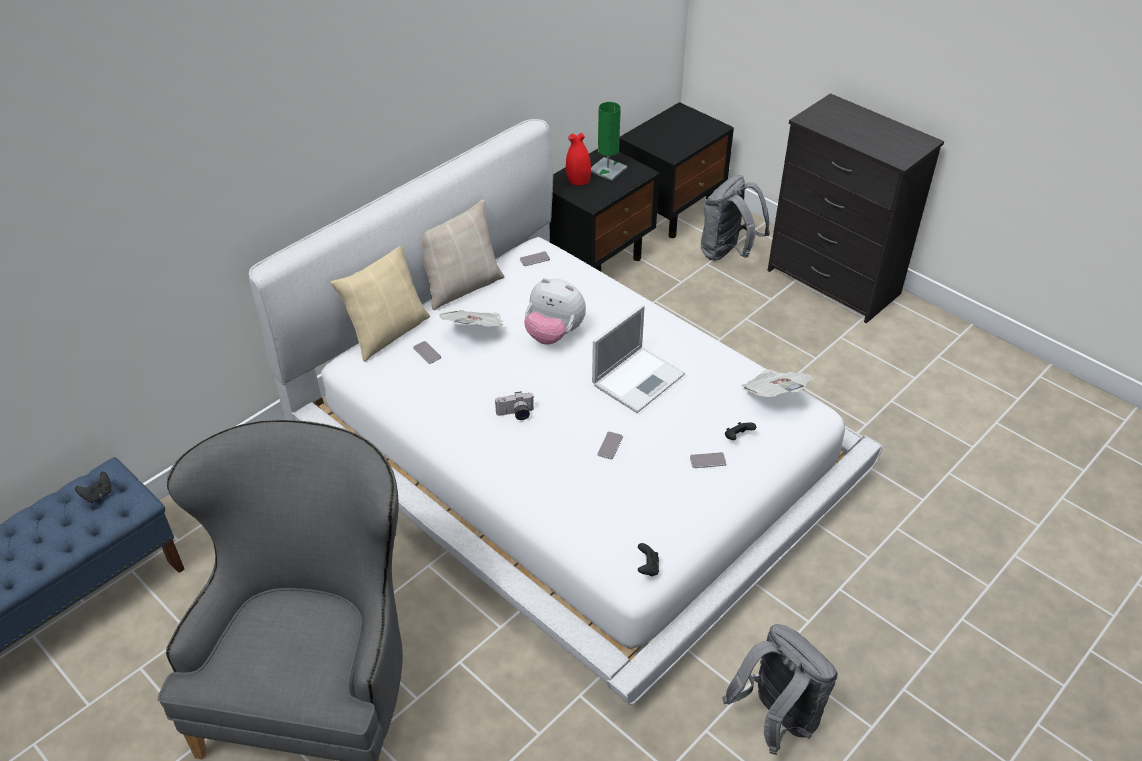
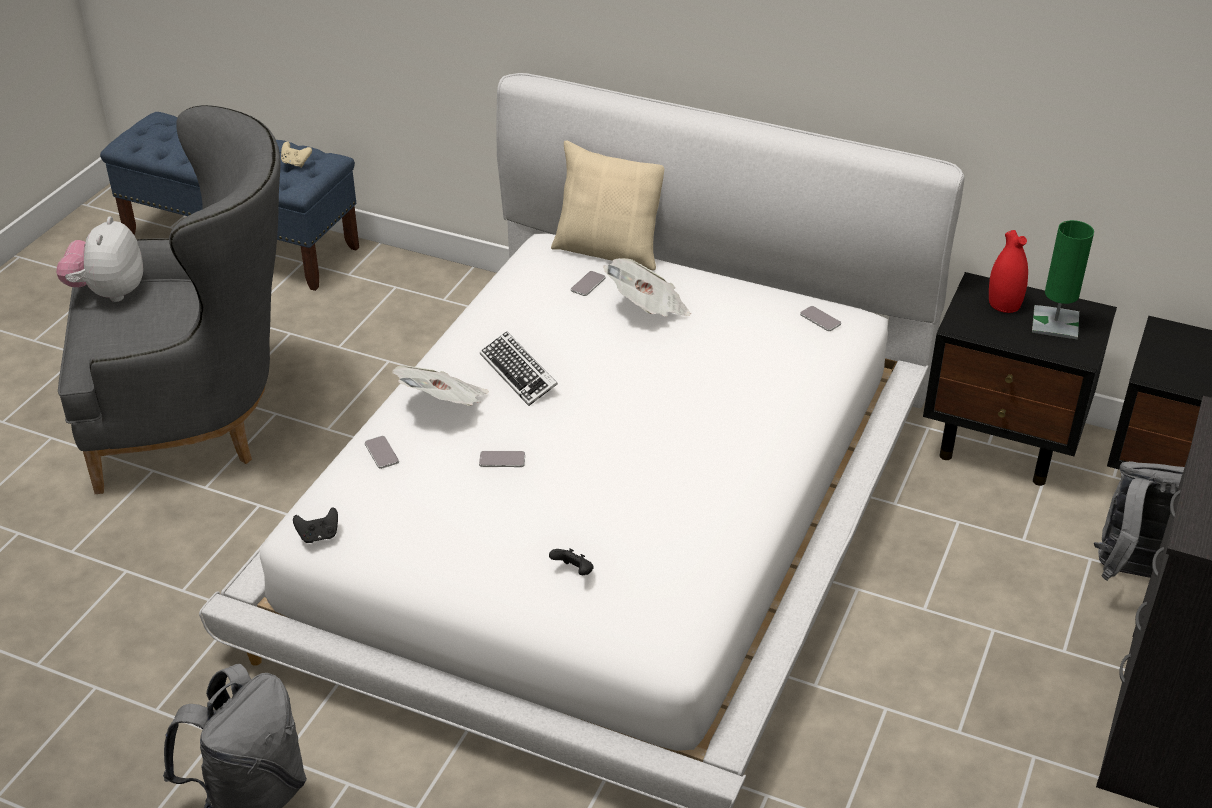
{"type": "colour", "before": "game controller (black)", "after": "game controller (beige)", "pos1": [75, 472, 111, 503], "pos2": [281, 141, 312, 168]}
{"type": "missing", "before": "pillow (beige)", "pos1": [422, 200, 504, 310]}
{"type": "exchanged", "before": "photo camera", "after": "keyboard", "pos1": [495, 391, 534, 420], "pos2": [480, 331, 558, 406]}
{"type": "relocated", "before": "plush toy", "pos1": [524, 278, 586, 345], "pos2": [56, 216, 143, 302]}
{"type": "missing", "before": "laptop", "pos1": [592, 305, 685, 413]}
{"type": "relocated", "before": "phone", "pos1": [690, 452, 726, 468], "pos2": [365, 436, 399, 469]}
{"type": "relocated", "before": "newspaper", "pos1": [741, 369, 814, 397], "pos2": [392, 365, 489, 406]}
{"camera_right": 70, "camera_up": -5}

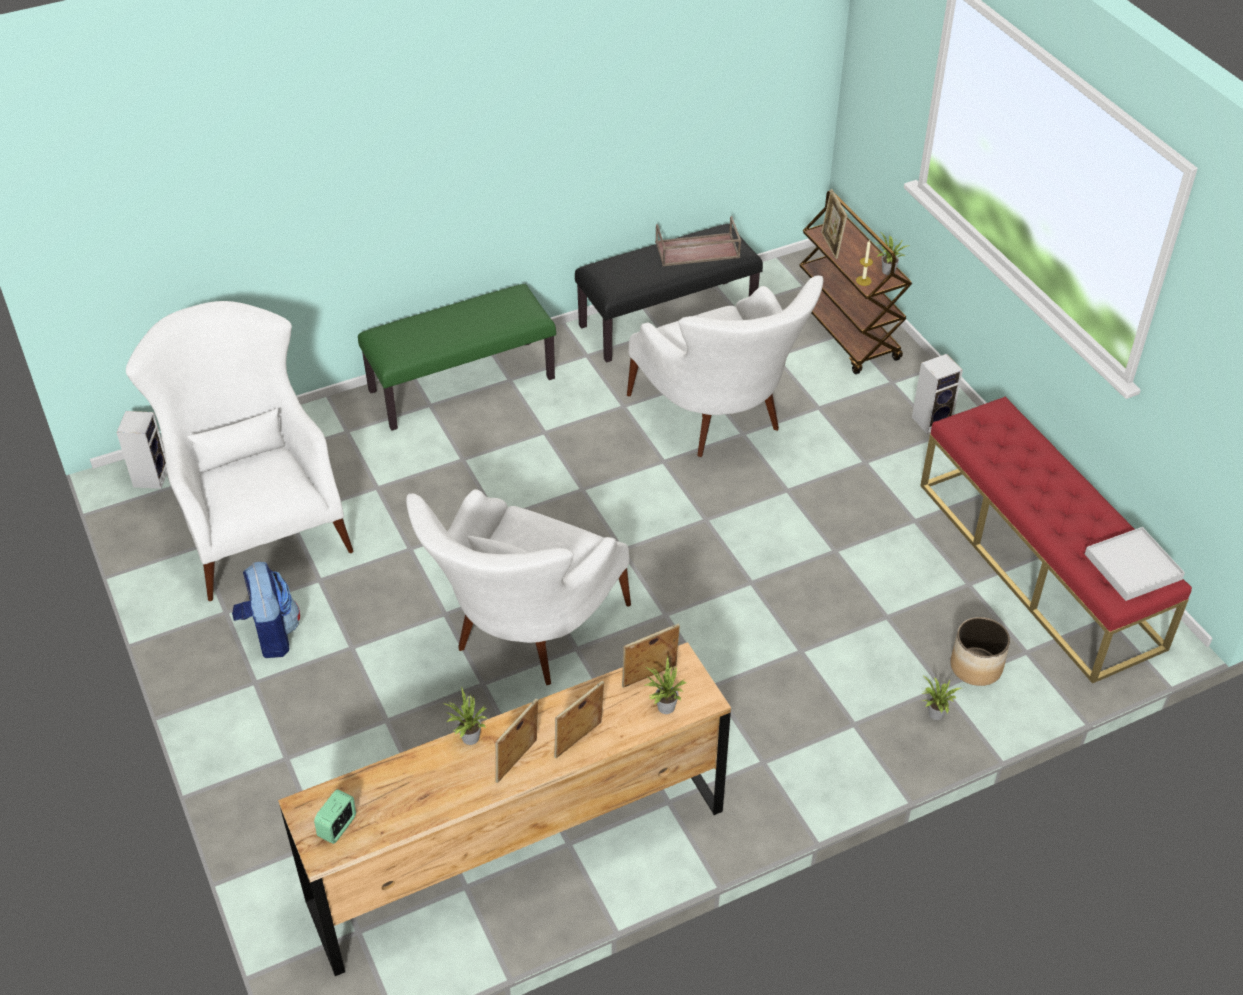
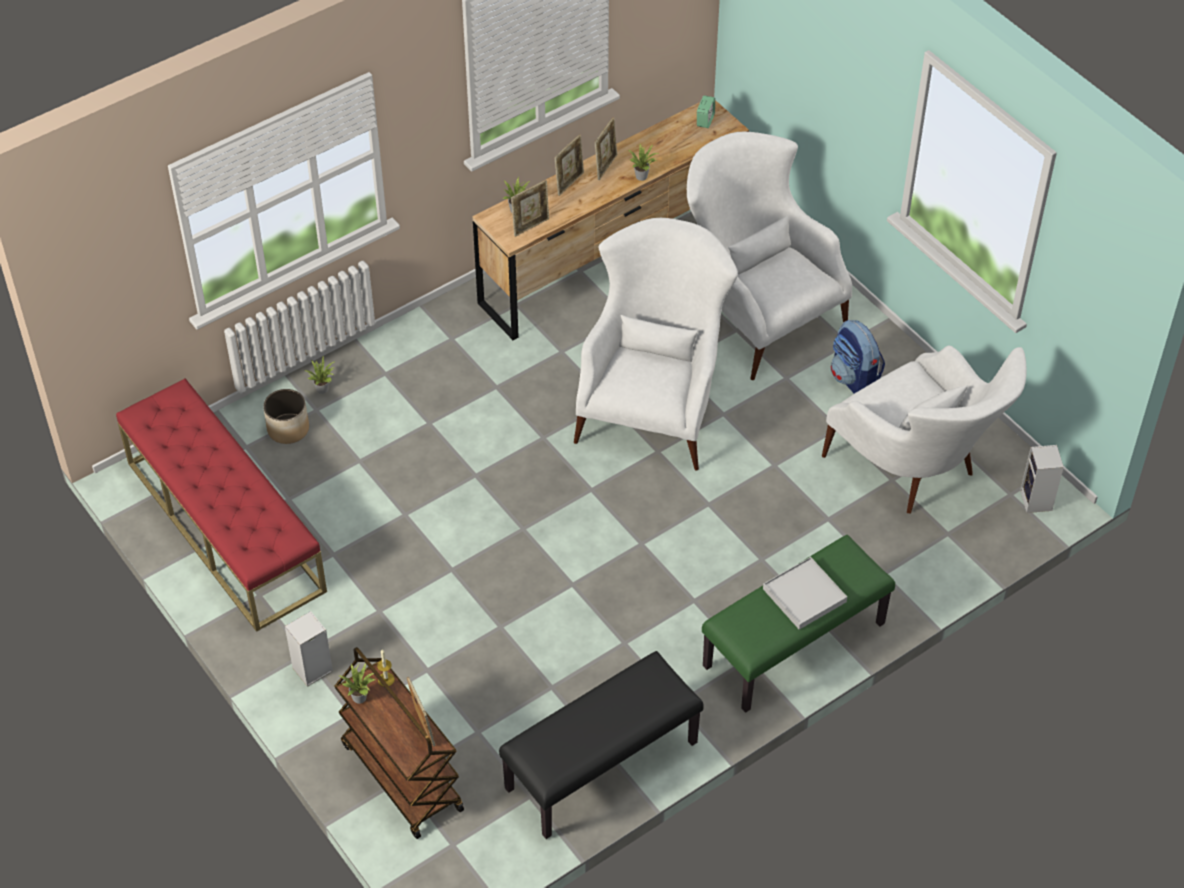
{"type": "relocated", "before": "armchair (white)", "pos1": [627, 275, 823, 457], "pos2": [687, 131, 852, 380]}
{"type": "missing", "before": "tray (brown)", "pos1": [655, 216, 741, 266]}
{"type": "relocated", "before": "tray (white)", "pos1": [1085, 527, 1185, 601], "pos2": [763, 557, 847, 630]}
{"camera_right": 170, "camera_up": 5}

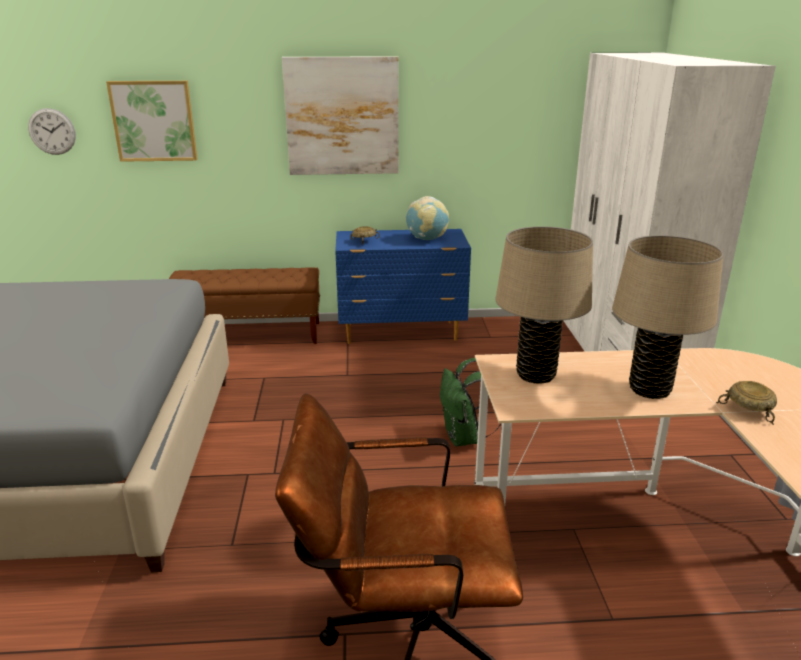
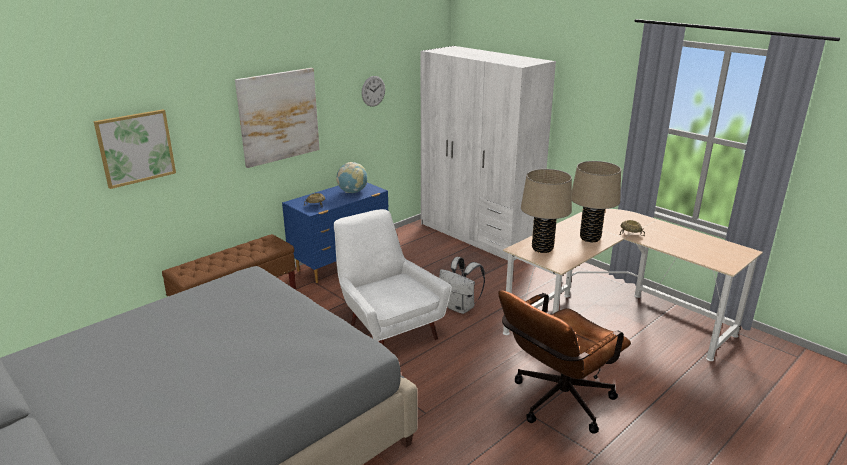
{"type": "relocated", "before": "wall clock", "pos1": [28, 108, 76, 155], "pos2": [362, 76, 385, 107]}
{"type": "colour", "before": "backpack (green)", "after": "backpack (white)", "pos1": [440, 358, 502, 447], "pos2": [439, 257, 485, 314]}
{"type": "appeared", "after": "armchair (white)", "pos2": [334, 209, 452, 345]}
{"camera_right": -40, "camera_up": 0}

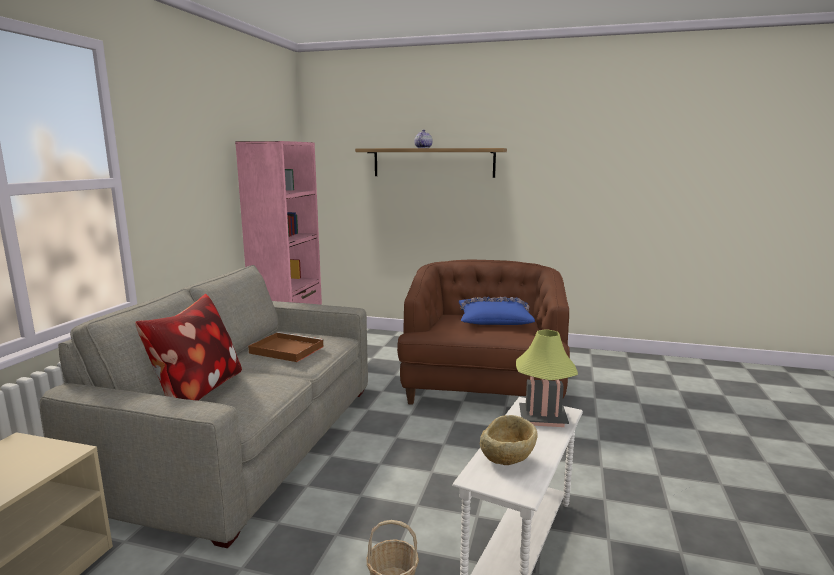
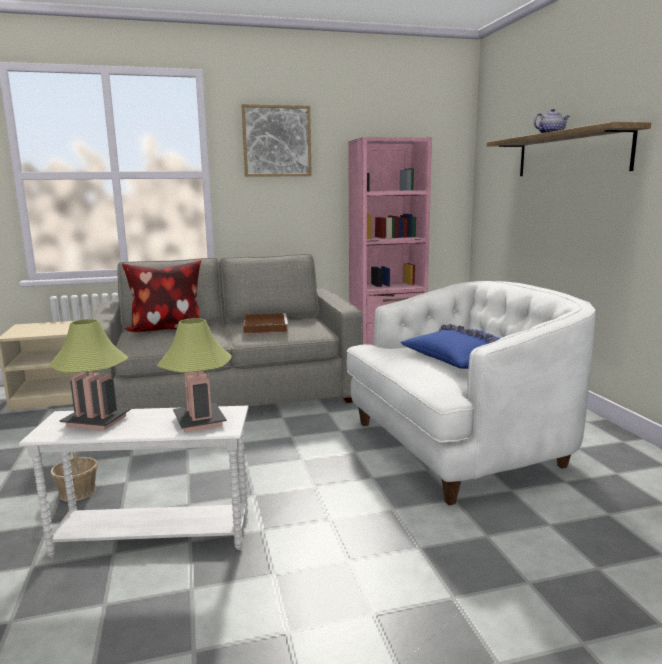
{"type": "colour", "before": "armchair (brown)", "after": "armchair (white)", "pos1": [397, 260, 570, 405], "pos2": [347, 281, 596, 505]}
{"type": "exchanged", "before": "bowl (beige)", "after": "table lamp", "pos1": [480, 415, 538, 465], "pos2": [49, 319, 131, 430]}
{"type": "appeared", "after": "picture", "pos2": [241, 104, 312, 177]}
{"camera_right": 60, "camera_up": 0}

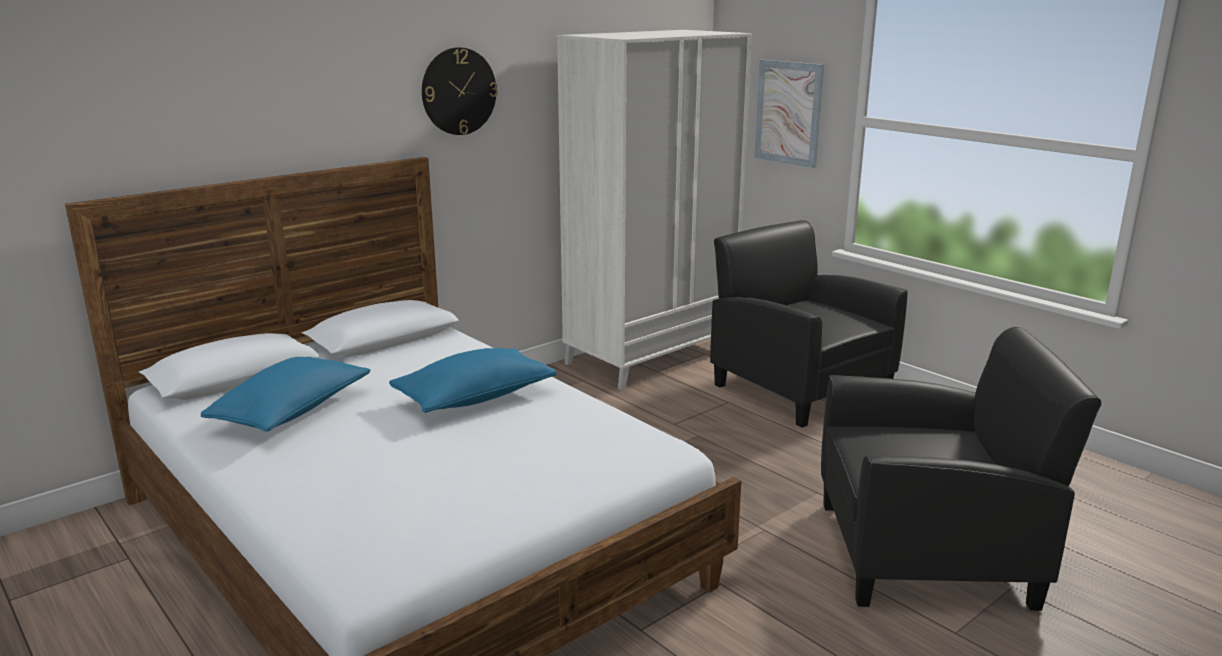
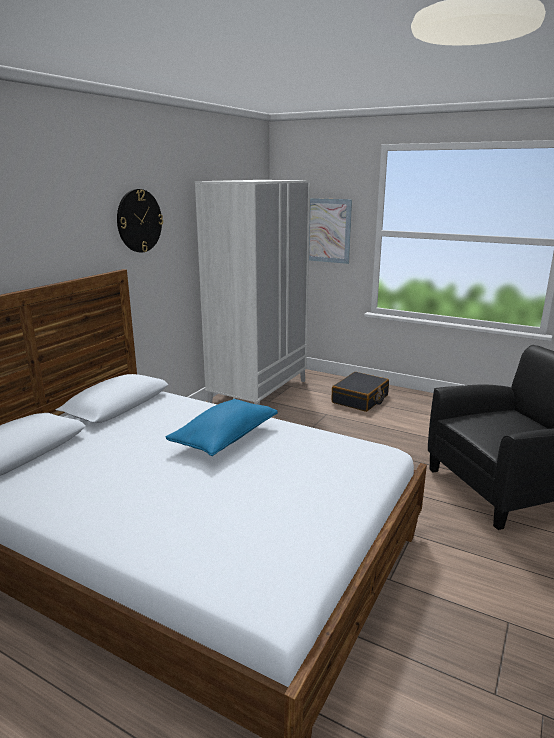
{"type": "missing", "before": "pillow (blue)", "pos1": [201, 357, 371, 432]}
{"type": "exchanged", "before": "armchair (black)", "after": "suitcase (black)", "pos1": [710, 221, 908, 428], "pos2": [331, 372, 389, 412]}
{"camera_right": -20, "camera_up": 0}

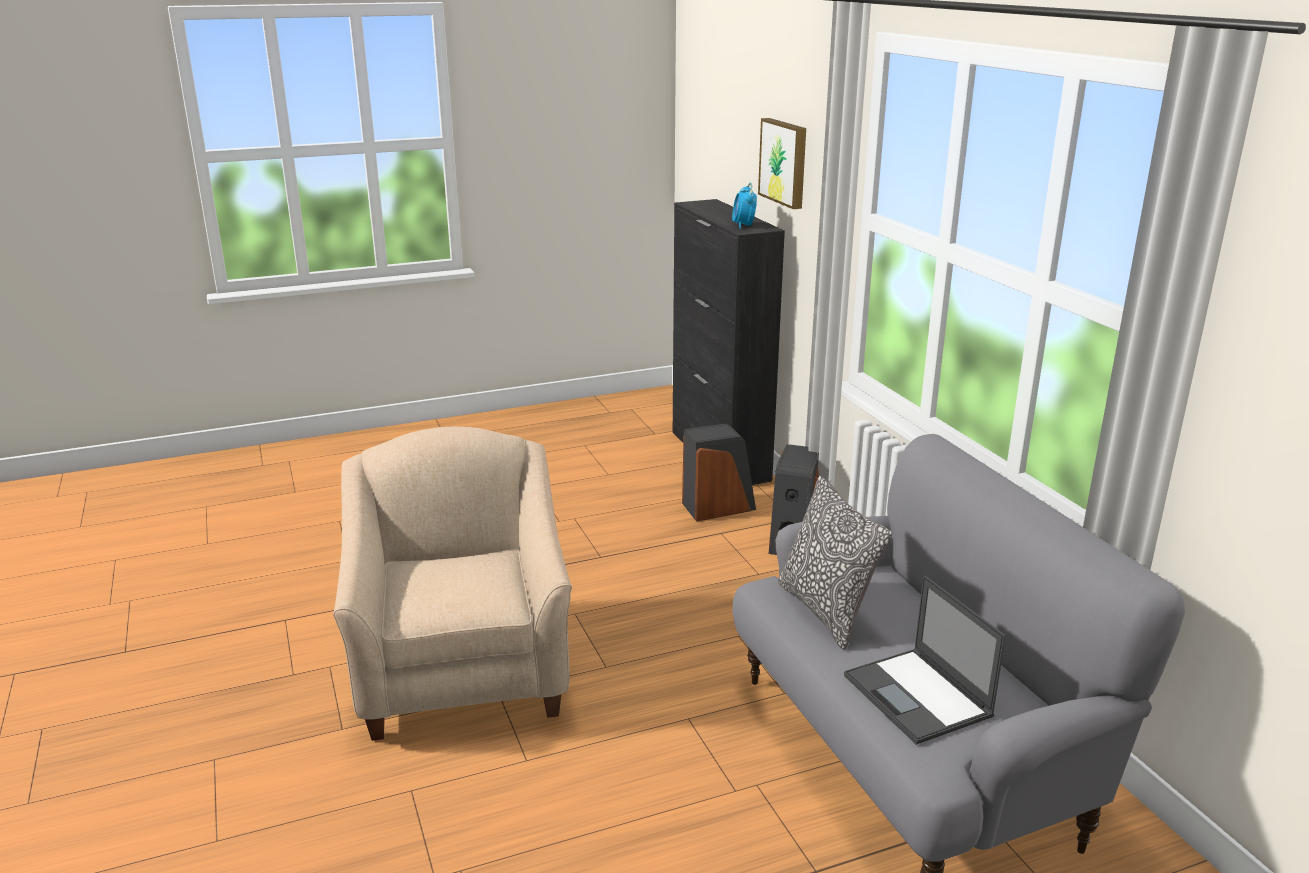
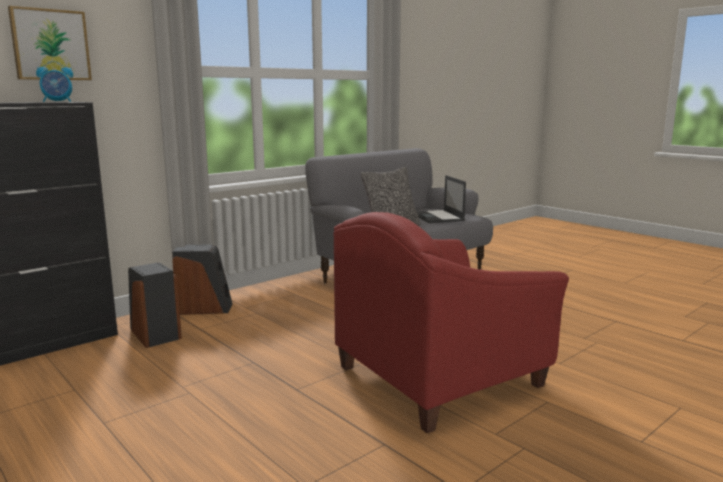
{"type": "colour", "before": "armchair (beige)", "after": "armchair (red)", "pos1": [333, 427, 572, 741], "pos2": [334, 212, 569, 433]}
{"type": "spun", "before": "laptop", "pos1": [844, 575, 1006, 745], "pos2": [416, 175, 466, 223], "turn": 120}
{"camera_right": -110, "camera_up": -10}

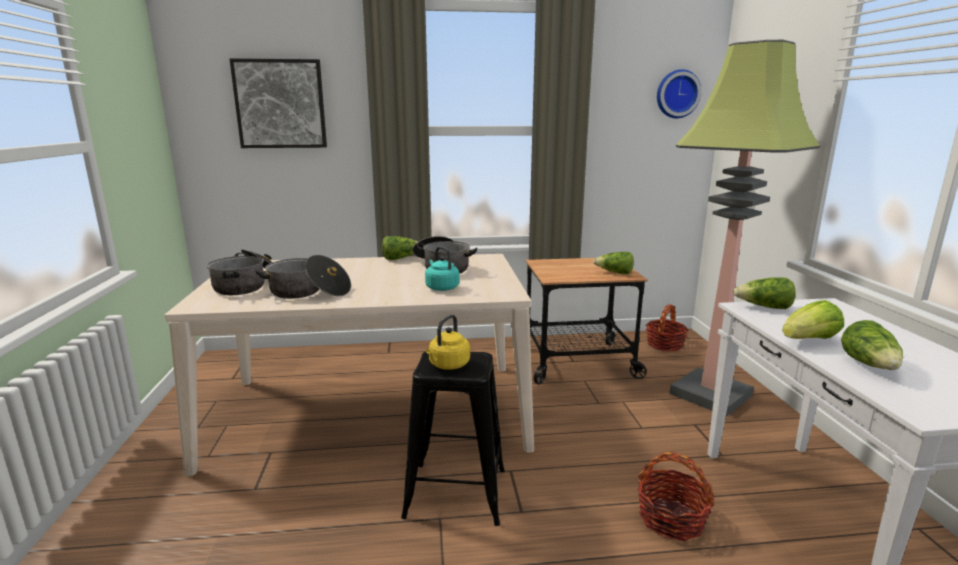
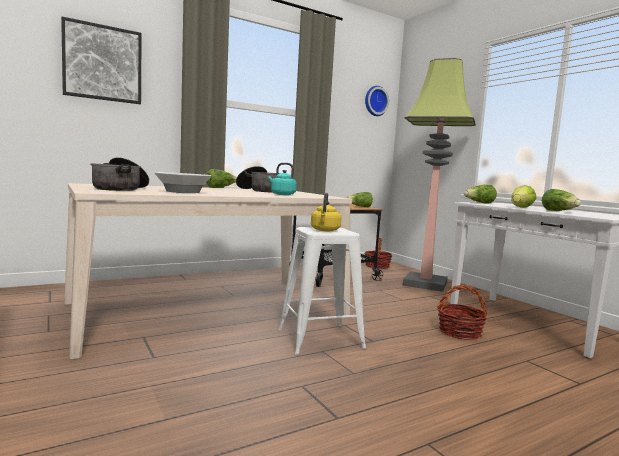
{"type": "exchanged", "before": "cooking pot", "after": "bowl", "pos1": [254, 255, 351, 299], "pos2": [154, 172, 212, 193]}
{"type": "colour", "before": "stool (black)", "after": "stool (white)", "pos1": [401, 351, 505, 526], "pos2": [278, 227, 366, 355]}
{"camera_right": -25, "camera_up": -10}

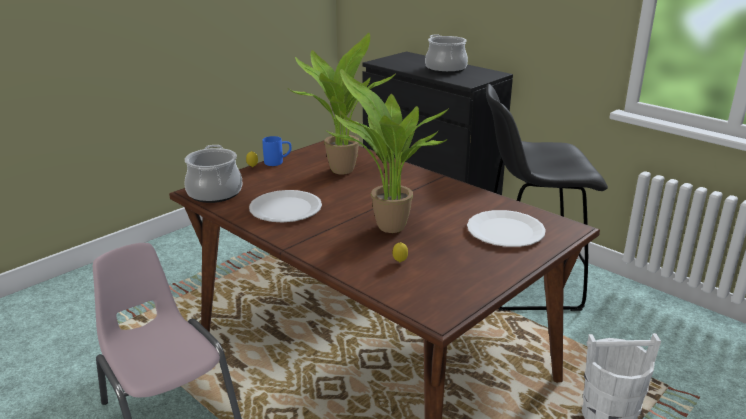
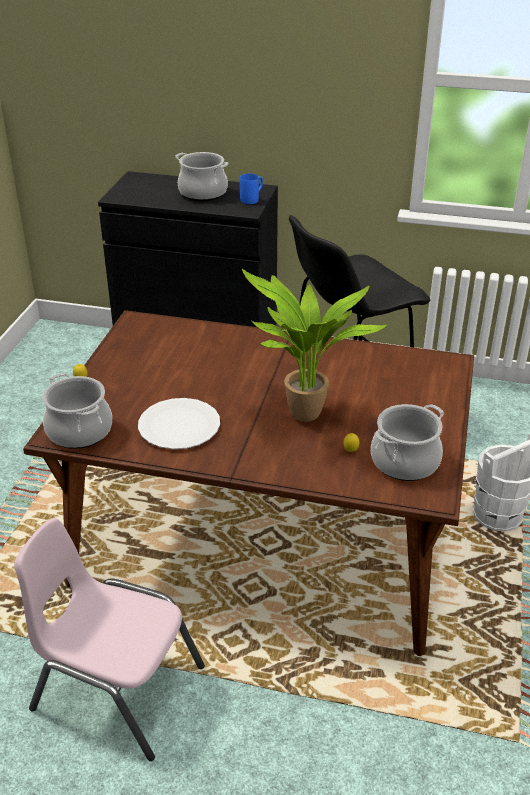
{"type": "relocated", "before": "mug (blue)", "pos1": [262, 136, 292, 166], "pos2": [240, 174, 263, 204]}
{"type": "missing", "before": "potted plant", "pos1": [289, 33, 396, 175]}
{"type": "missing", "before": "plate (white)", "pos1": [467, 210, 546, 247]}
{"type": "appeared", "after": "cooking pot", "pos2": [371, 404, 444, 481]}
{"camera_right": -30, "camera_up": 10}

